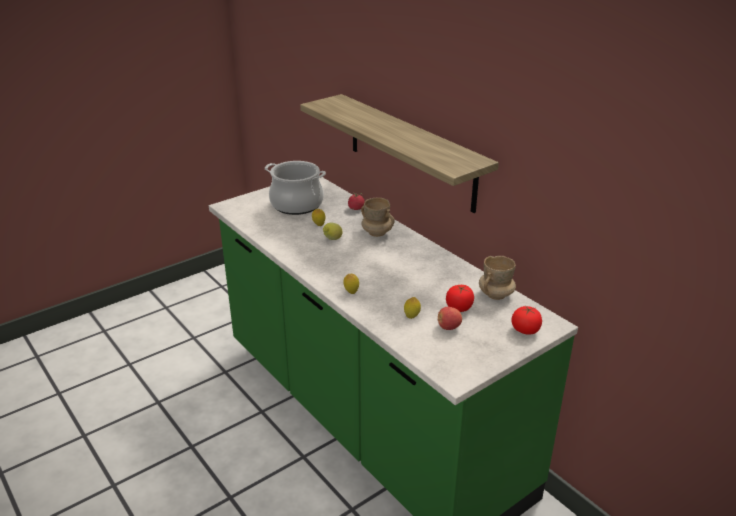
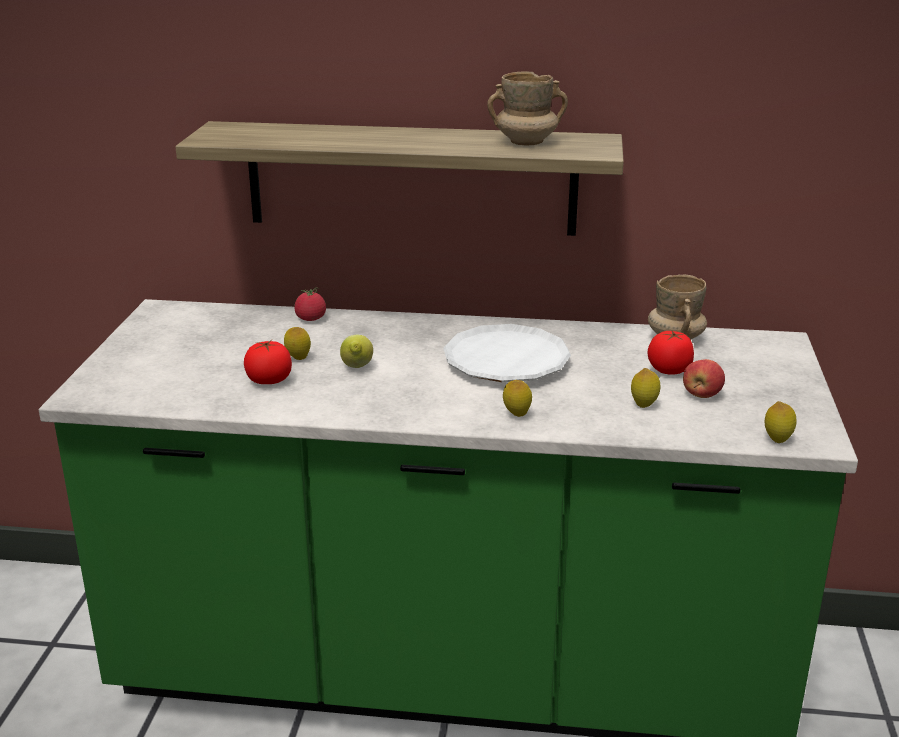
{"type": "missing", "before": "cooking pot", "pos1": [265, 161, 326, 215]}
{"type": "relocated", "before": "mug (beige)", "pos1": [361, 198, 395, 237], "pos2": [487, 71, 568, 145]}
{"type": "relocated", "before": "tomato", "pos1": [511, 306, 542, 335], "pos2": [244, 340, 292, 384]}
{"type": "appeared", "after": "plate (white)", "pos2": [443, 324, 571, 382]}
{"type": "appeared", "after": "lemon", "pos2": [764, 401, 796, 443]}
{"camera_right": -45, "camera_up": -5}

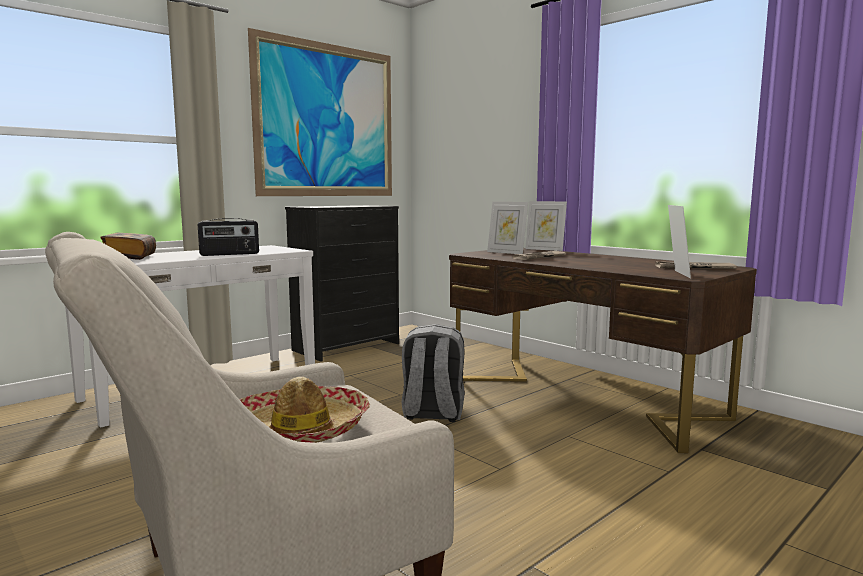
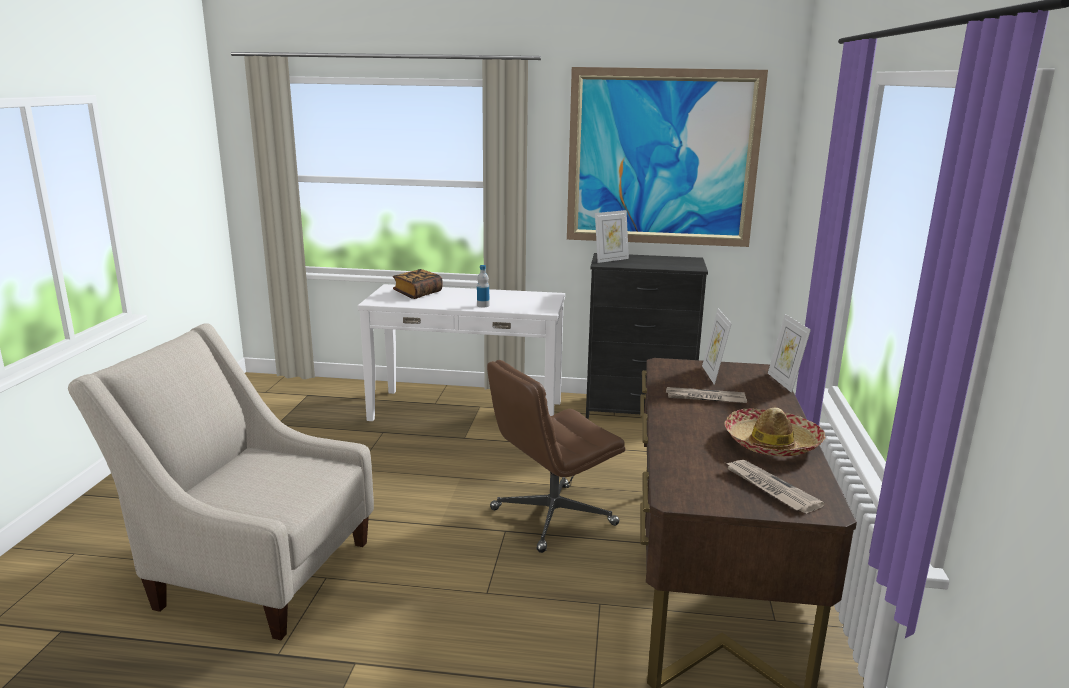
{"type": "exchanged", "before": "radio", "after": "bottle", "pos1": [198, 218, 259, 256], "pos2": [477, 265, 489, 307]}
{"type": "relocated", "before": "hat", "pos1": [240, 377, 370, 443], "pos2": [724, 408, 826, 457]}
{"type": "exchanged", "before": "backpack (grey)", "after": "office chair (brown)", "pos1": [402, 324, 465, 422], "pos2": [487, 360, 625, 553]}
{"type": "relocated", "before": "picture frame", "pos1": [668, 205, 691, 278], "pos2": [595, 210, 629, 263]}
{"camera_right": 50, "camera_up": 10}

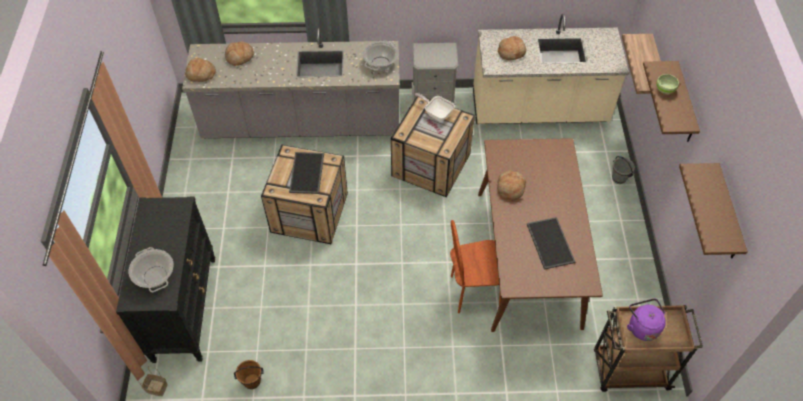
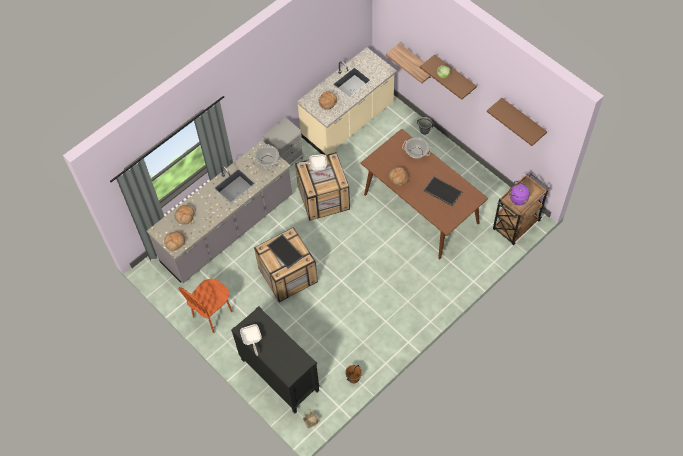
{"type": "relocated", "before": "cooking pot", "pos1": [129, 247, 174, 292], "pos2": [402, 137, 432, 159]}
{"type": "relocated", "before": "chair (brown)", "pos1": [450, 220, 502, 313], "pos2": [179, 278, 233, 333]}
{"type": "appeared", "after": "frying pan", "pos2": [240, 324, 262, 356]}
{"camera_right": -40, "camera_up": 5}

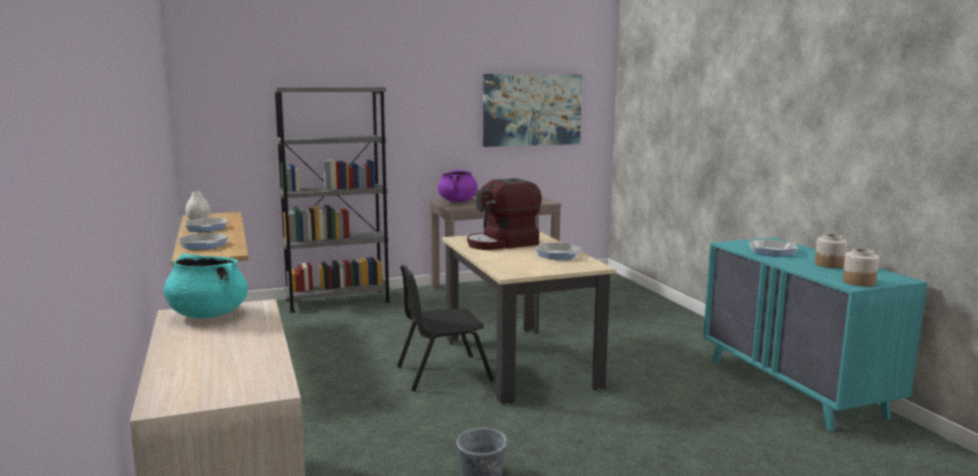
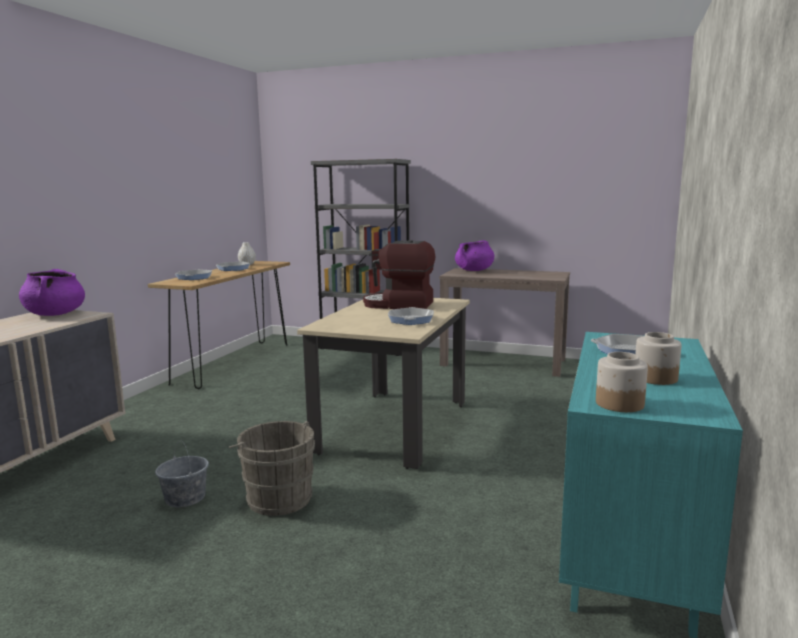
{"type": "colour", "before": "cooking pot (turquoise)", "after": "cooking pot (purple)", "pos1": [163, 254, 248, 318], "pos2": [19, 269, 85, 316]}
{"type": "missing", "before": "chair (black)", "pos1": [397, 265, 494, 391]}
{"type": "missing", "before": "picture", "pos1": [483, 74, 582, 147]}
{"type": "appeared", "after": "bucket (grey)", "pos2": [228, 421, 315, 516]}
{"camera_right": 40, "camera_up": 0}

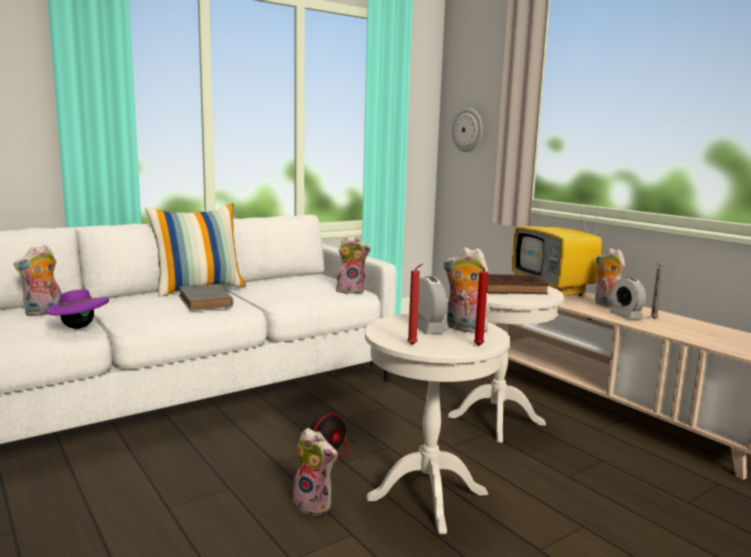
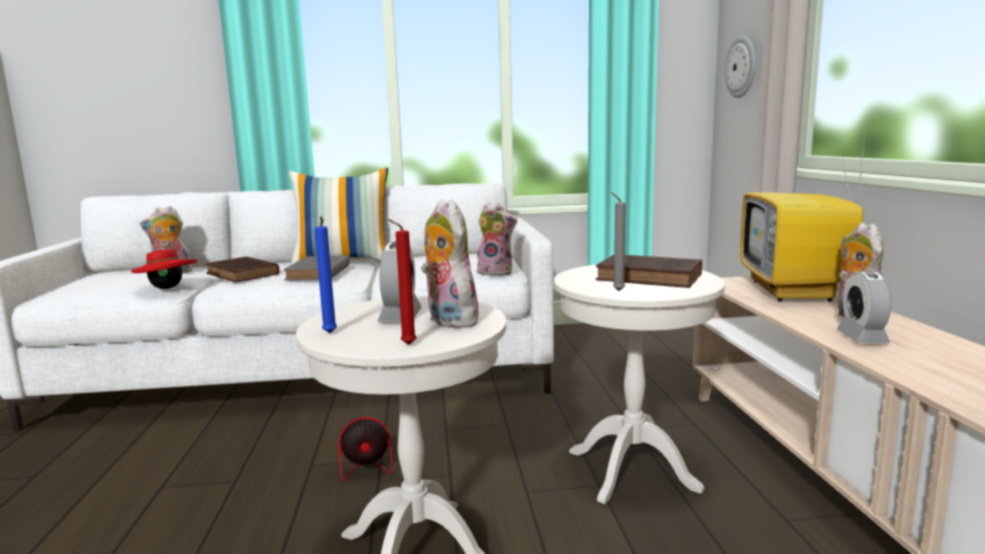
{"type": "colour", "before": "hat (purple)", "after": "hat (red)", "pos1": [44, 286, 109, 329], "pos2": [131, 246, 197, 289]}
{"type": "missing", "before": "plush toy", "pos1": [292, 428, 338, 516]}
{"type": "colour", "before": "candle (red)", "after": "candle (blue)", "pos1": [407, 264, 423, 345], "pos2": [314, 216, 337, 333]}
{"type": "relocated", "before": "candle (grey)", "pos1": [650, 262, 664, 319], "pos2": [611, 192, 626, 291]}
{"type": "appeared", "after": "book (brown)", "pos2": [206, 256, 280, 282]}
{"camera_right": 30, "camera_up": 0}

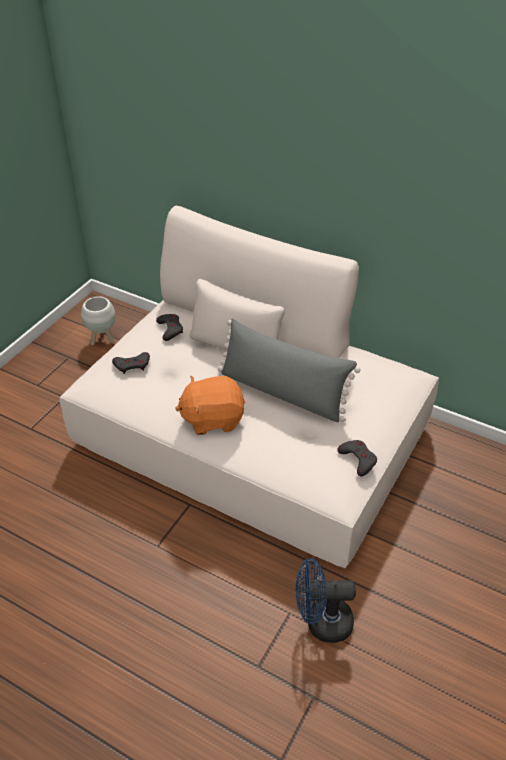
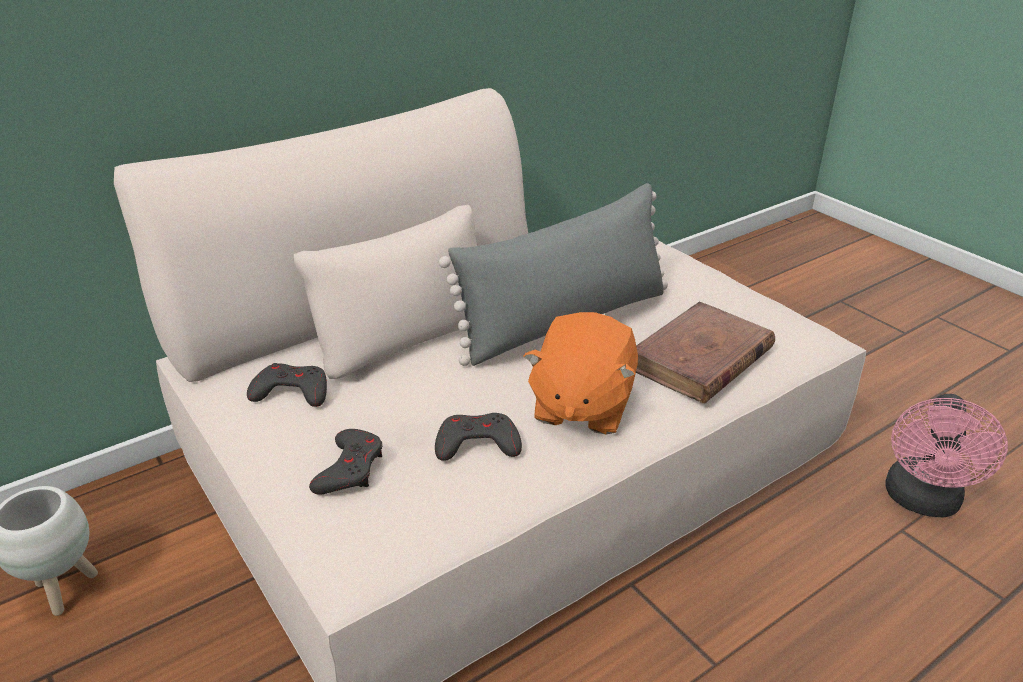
{"type": "colour", "before": "fan (blue)", "after": "fan (pink)", "pos1": [296, 558, 356, 643], "pos2": [885, 394, 1008, 518]}
{"type": "relocated", "before": "game controller (grey)", "pos1": [337, 440, 377, 477], "pos2": [435, 413, 522, 461]}
{"type": "appeared", "after": "book (brown)", "pos2": [636, 301, 775, 404]}
{"camera_right": -65, "camera_up": -10}

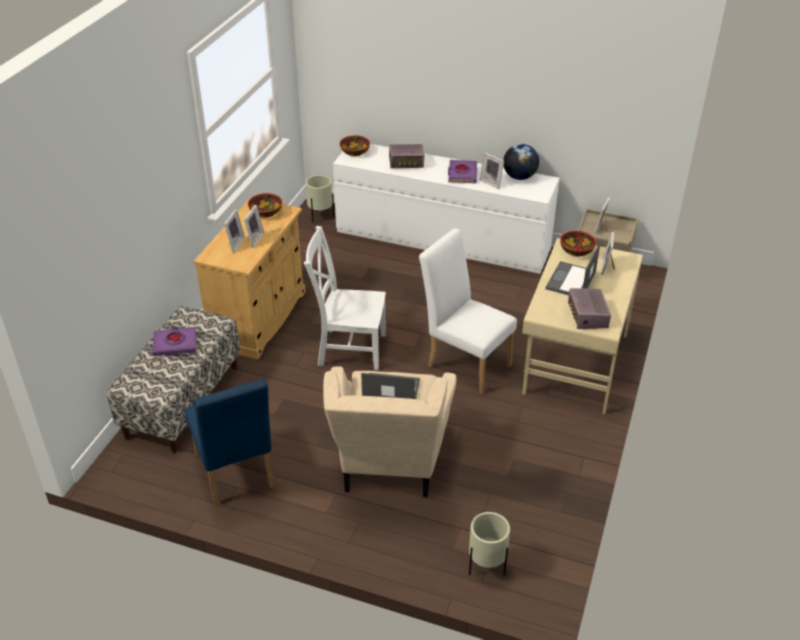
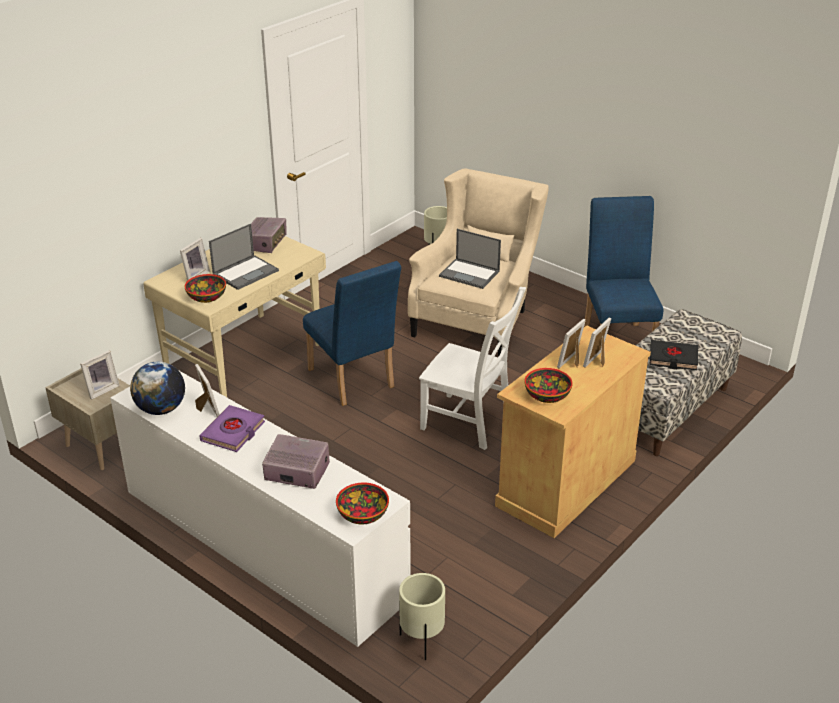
{"type": "colour", "before": "book (purple)", "after": "book (black)", "pos1": [152, 327, 196, 356], "pos2": [650, 340, 698, 370]}
{"type": "colour", "before": "chair (white)", "after": "chair (blue)", "pos1": [419, 228, 517, 394], "pos2": [303, 261, 401, 406]}
{"camera_right": -160, "camera_up": -5}

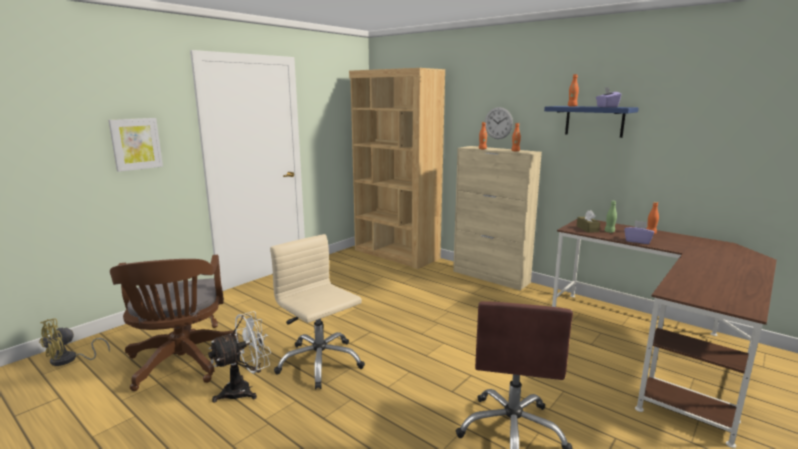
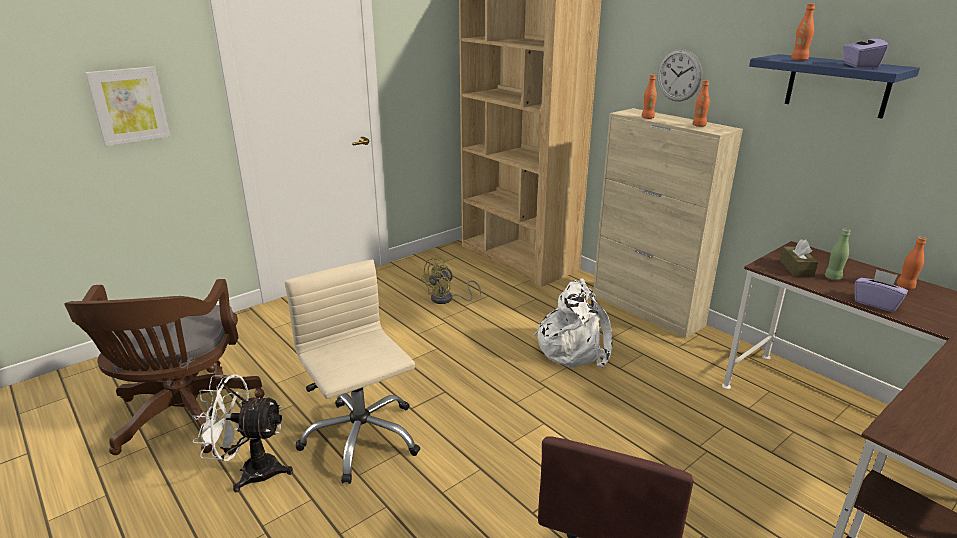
{"type": "relocated", "before": "fan (yellow)", "pos1": [39, 319, 110, 366], "pos2": [421, 258, 481, 304]}
{"type": "spun", "before": "fan (white)", "pos1": [208, 311, 271, 403], "pos2": [192, 374, 293, 492], "turn": -150}
{"type": "appeared", "after": "backpack (white)", "pos2": [533, 278, 612, 368]}
{"camera_right": 10, "camera_up": 10}

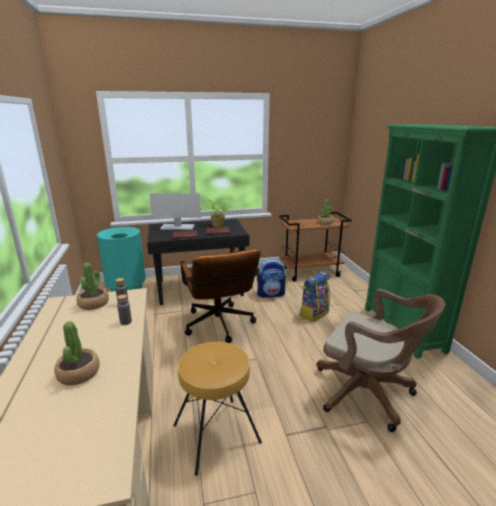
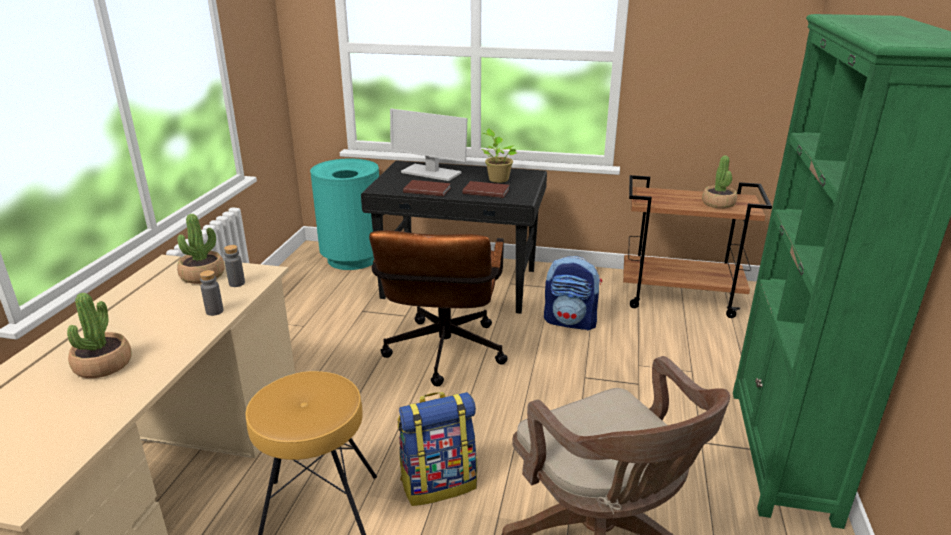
{"type": "relocated", "before": "backpack", "pos1": [300, 271, 330, 322], "pos2": [398, 392, 477, 506]}
{"camera_right": 25, "camera_up": 5}

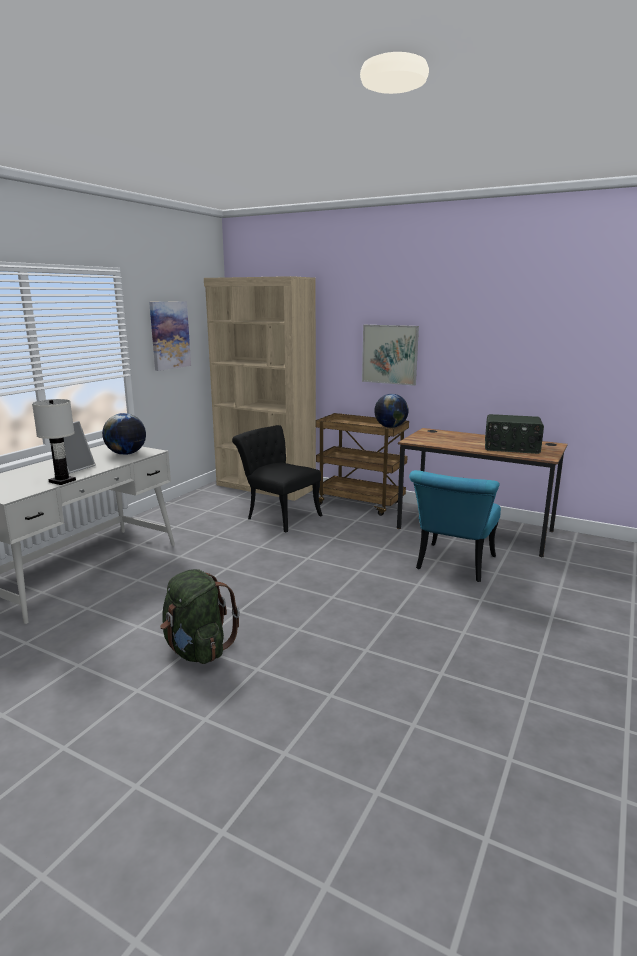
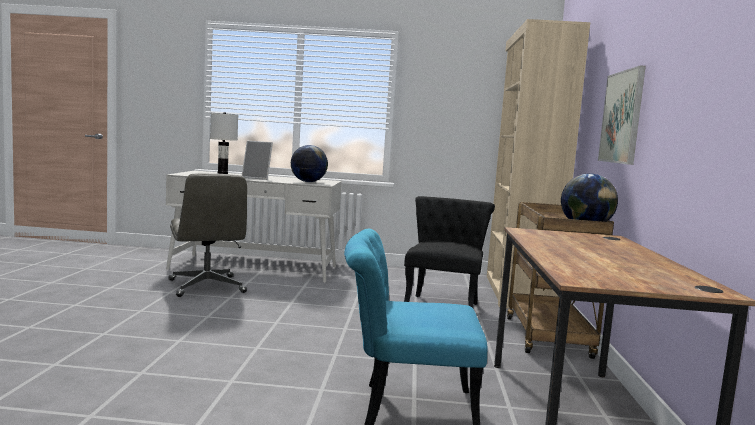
{"type": "missing", "before": "picture", "pos1": [149, 301, 191, 371]}
{"type": "missing", "before": "backpack (green)", "pos1": [160, 569, 240, 664]}
{"type": "missing", "before": "radio", "pos1": [485, 414, 544, 454]}
{"type": "appeared", "after": "office chair (grey)", "pos2": [168, 173, 247, 297]}
{"camera_right": 65, "camera_up": -10}

